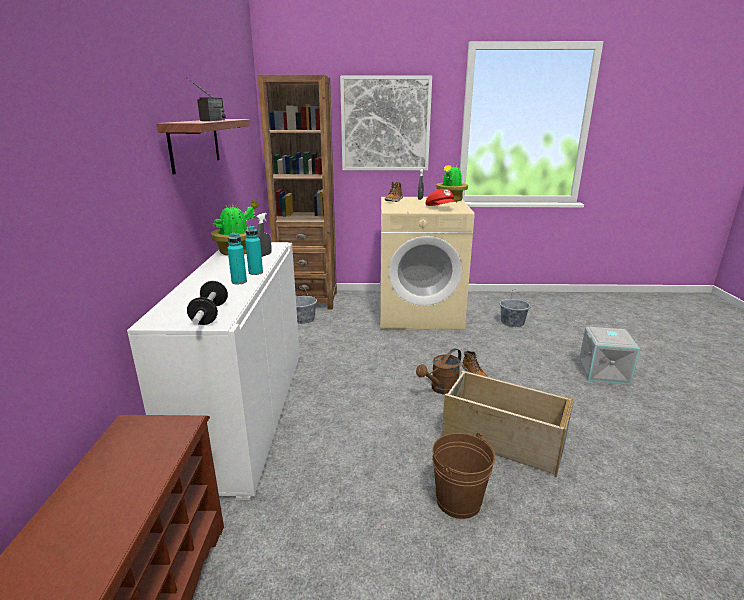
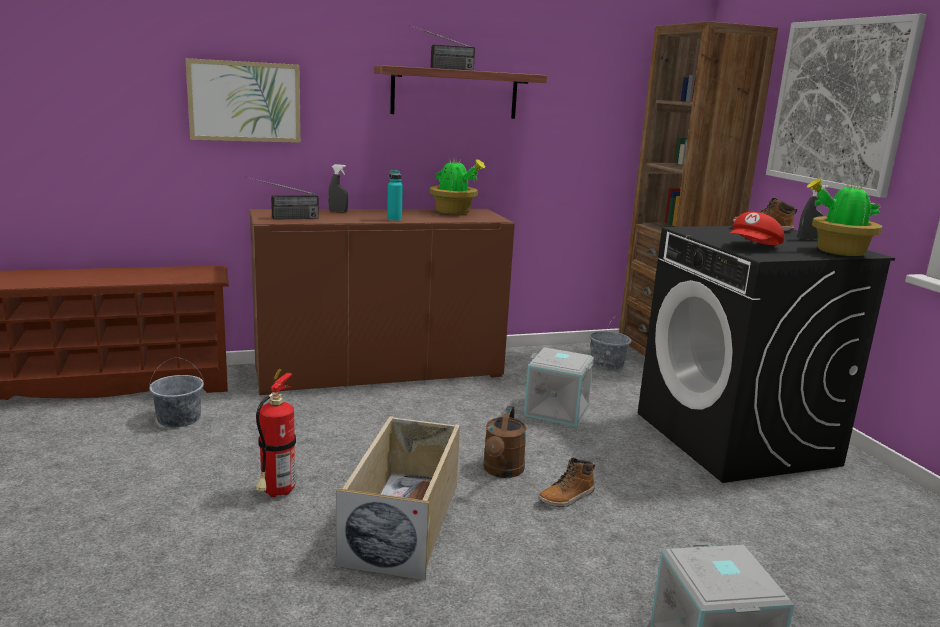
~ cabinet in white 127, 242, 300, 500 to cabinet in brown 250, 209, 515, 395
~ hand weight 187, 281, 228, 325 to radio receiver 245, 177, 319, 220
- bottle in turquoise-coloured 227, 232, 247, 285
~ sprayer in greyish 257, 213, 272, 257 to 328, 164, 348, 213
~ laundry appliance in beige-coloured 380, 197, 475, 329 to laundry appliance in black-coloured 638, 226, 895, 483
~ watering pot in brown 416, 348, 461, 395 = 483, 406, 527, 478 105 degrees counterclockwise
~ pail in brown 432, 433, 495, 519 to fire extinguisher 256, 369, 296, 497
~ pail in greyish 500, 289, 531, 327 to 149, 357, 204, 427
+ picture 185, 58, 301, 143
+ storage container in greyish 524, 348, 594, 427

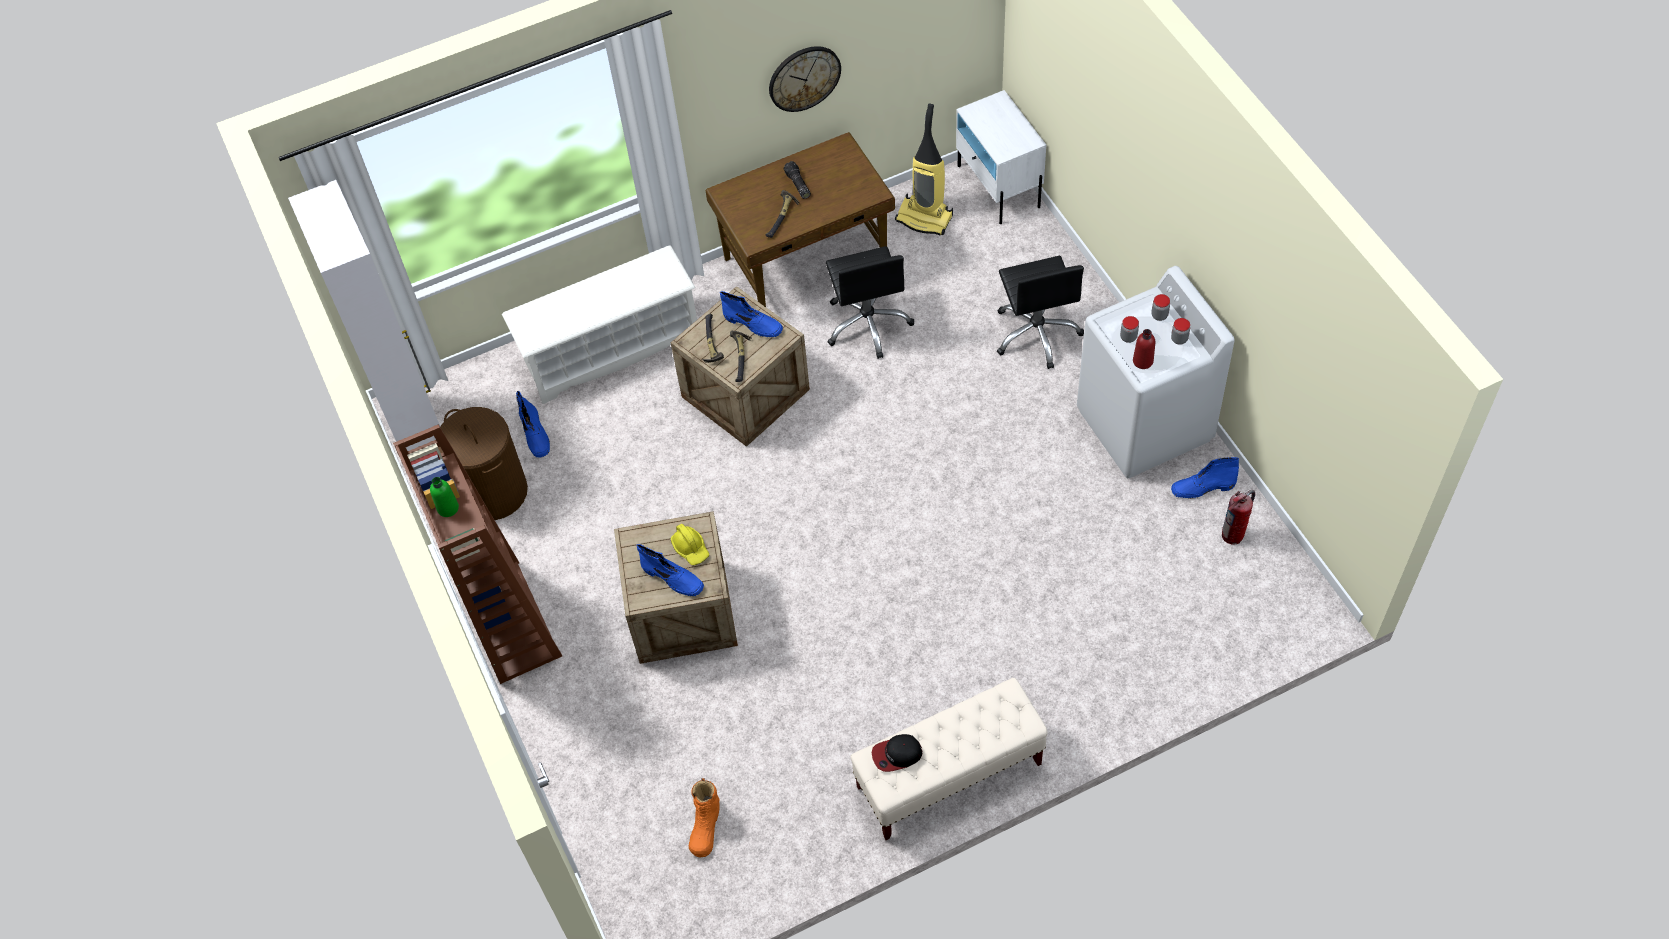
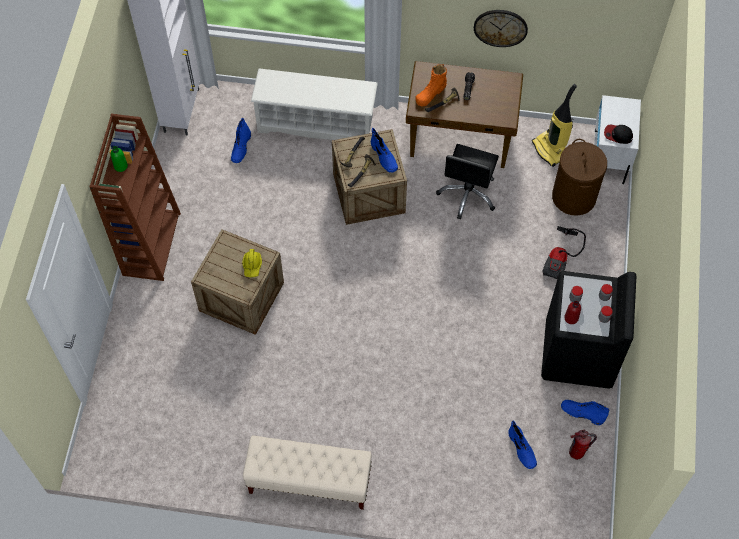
~ hamper in brown 438, 407, 528, 520 to 552, 139, 607, 216
~ high-top boot in bluish 636, 544, 704, 596 to 508, 420, 537, 469
~ high-top boot in orange-coloured 689, 778, 720, 858 to 415, 64, 447, 106
~ peaked cap 872, 734, 922, 772 to 604, 125, 633, 144
~ office chair in black-coloured 997, 256, 1084, 369 to hoover 542, 226, 586, 279
~ laundry appliance in white 1077, 266, 1235, 478 to laundry appliance in black-coloured 541, 271, 636, 389

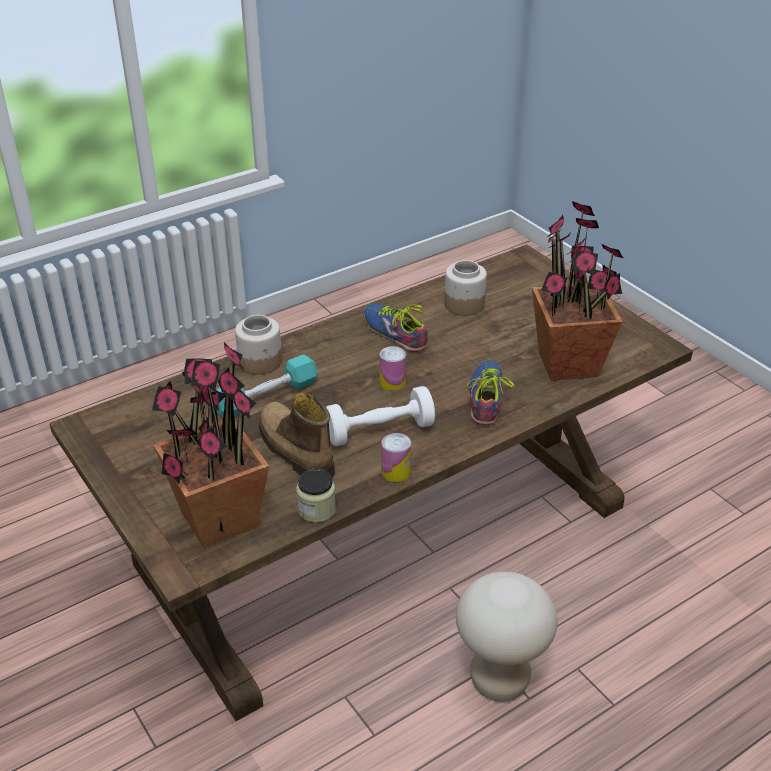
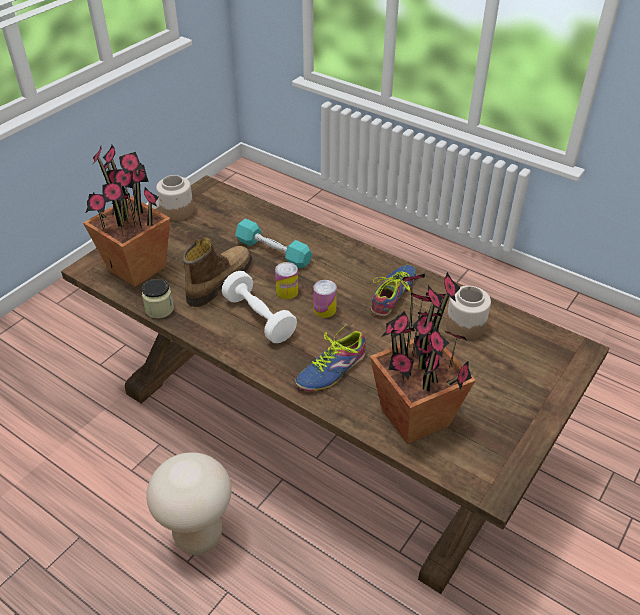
~ storage jar 235, 315, 282, 375 to 156, 175, 194, 221
~ sealed can 381, 433, 411, 482 to 275, 262, 298, 299
~ item of footwear 467, 360, 515, 425 = 295, 325, 366, 391 150 degrees clockwise

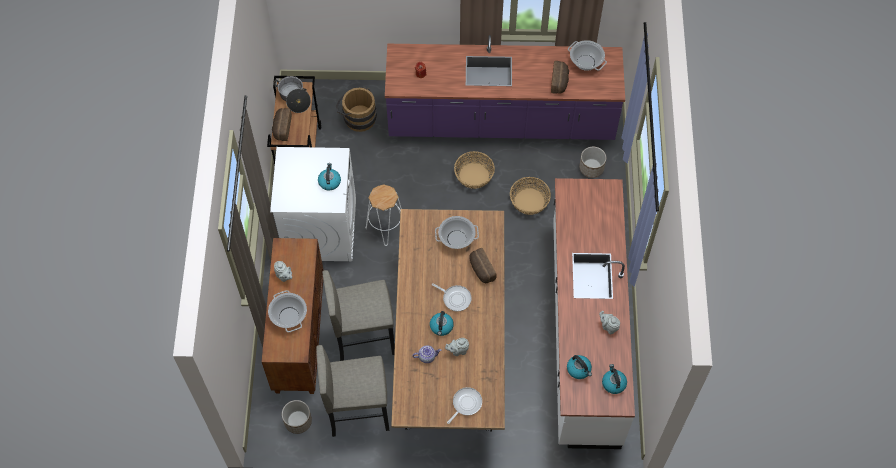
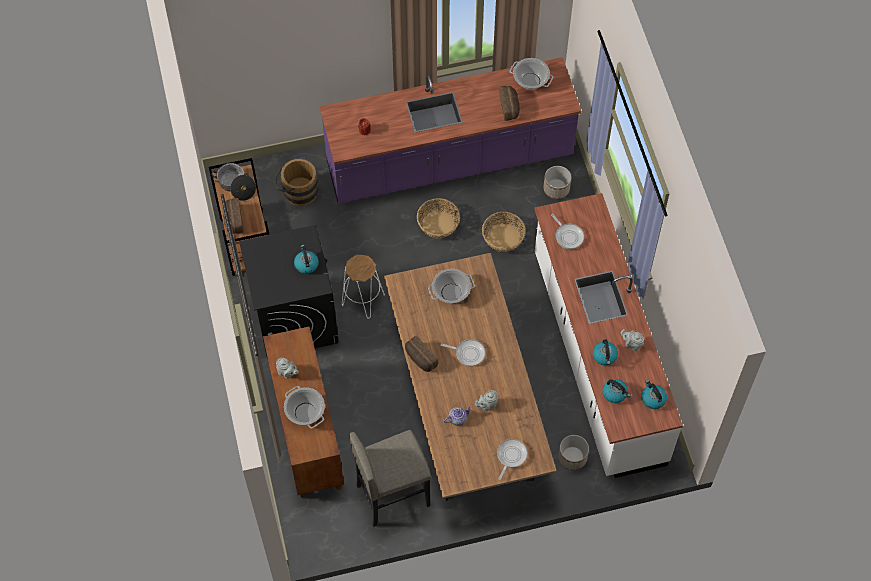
~ laundry appliance in white 270, 147, 356, 261 to laundry appliance in black-coloured 239, 225, 339, 359
~ plant pot 282, 400, 312, 434 to 558, 435, 589, 470
- stool seat in greyish 322, 270, 395, 361
~ water kettle 430, 311, 454, 336 to 593, 339, 618, 365
~ bread 469, 248, 496, 283 to 405, 336, 438, 372
+ frying pan 551, 214, 584, 249

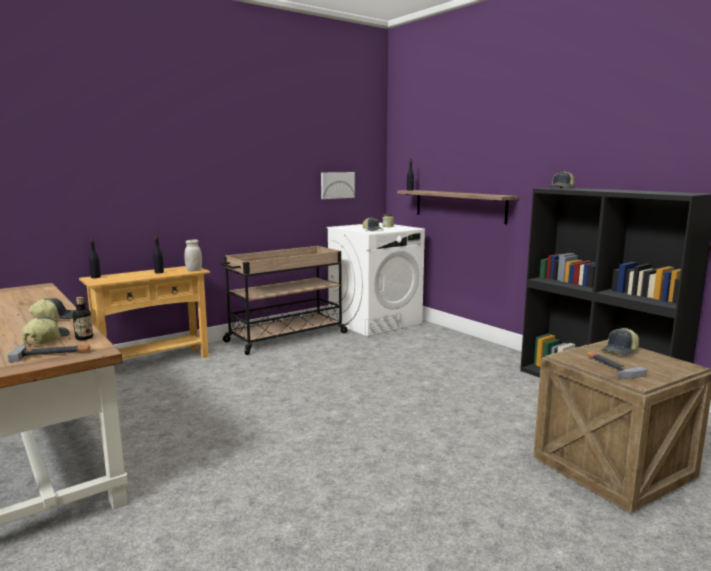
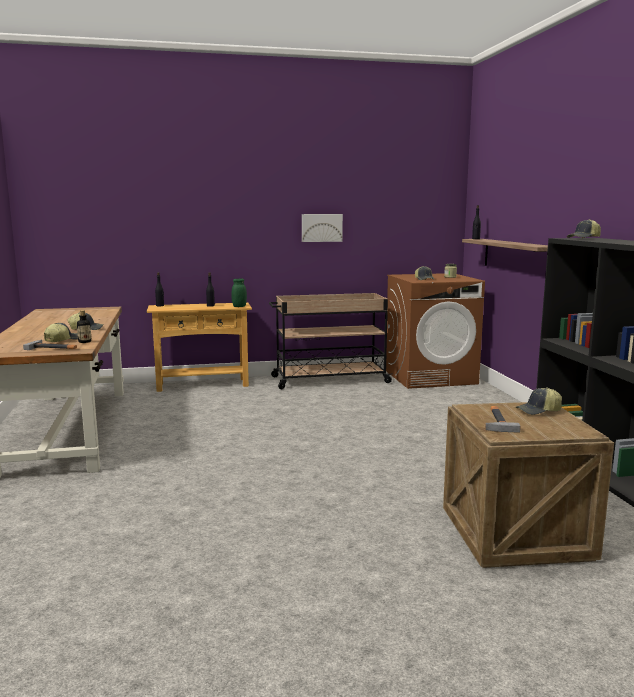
~ storage jar in white 184, 239, 202, 272 to storage jar in green-coloured 231, 278, 247, 307
~ picture 321, 172, 355, 199 to 302, 214, 343, 242
~ laundry appliance in white 326, 223, 425, 336 to laundry appliance in brown 386, 273, 485, 389

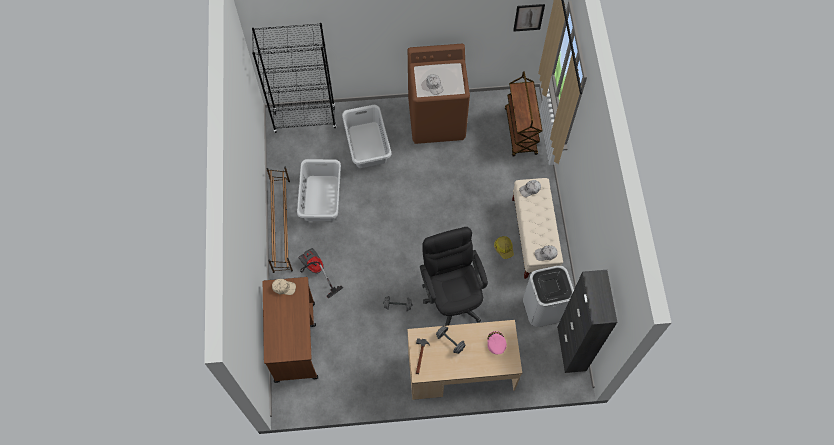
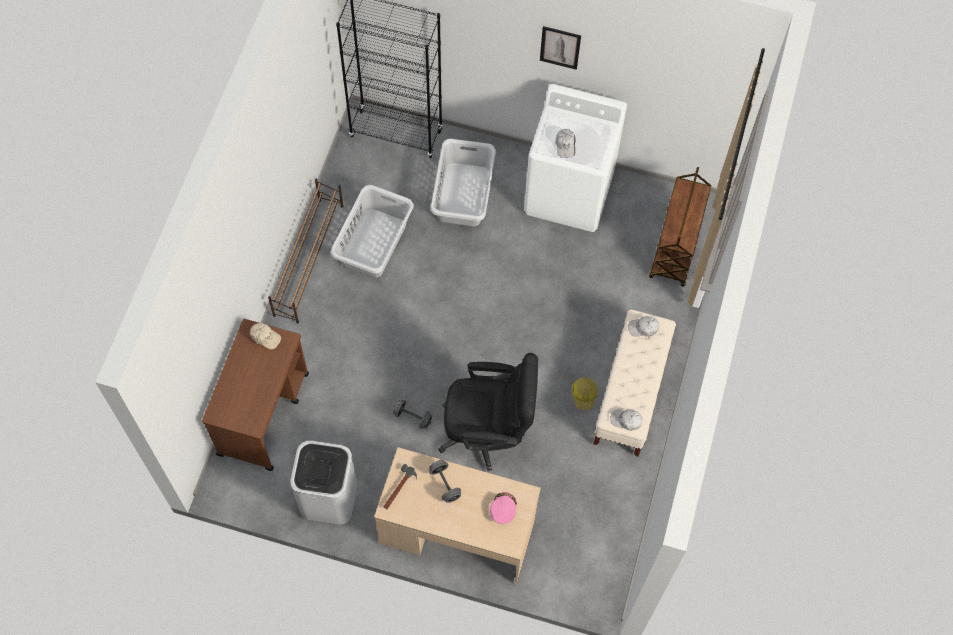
- hoover 298, 248, 343, 299
~ laundry appliance in brown 408, 44, 470, 144 to laundry appliance in white 524, 84, 627, 232
~ office chair in black-coloured 420, 227, 488, 326 = 438, 353, 538, 471 90 degrees clockwise
~ picture 513, 4, 545, 32 to 540, 26, 581, 70
~ trash can in white 523, 265, 574, 327 to 290, 440, 357, 525
- cabinet in black-coloured 557, 270, 617, 373

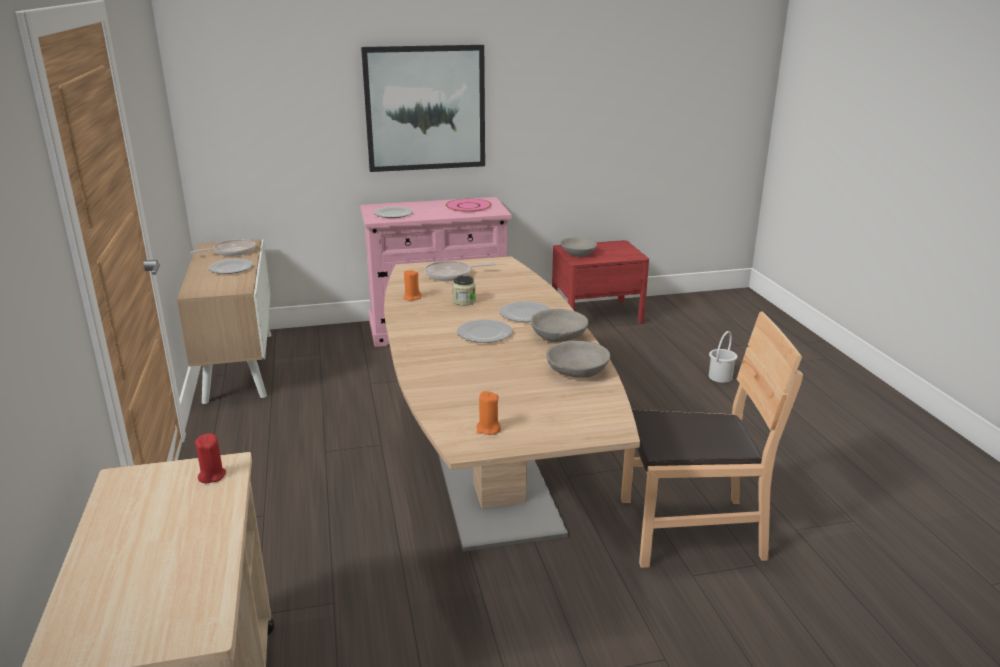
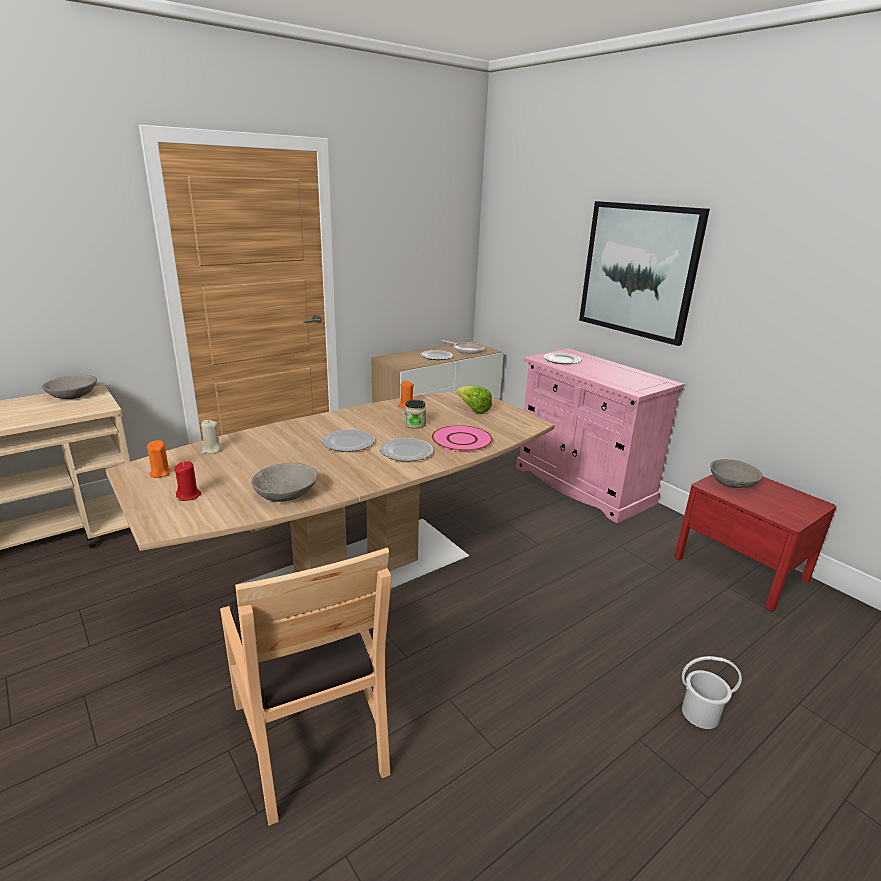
~ wax candle in red-coloured 195, 433, 226, 483 to 174, 461, 202, 501
~ frying pan 424, 261, 496, 281 to lettuce 456, 386, 492, 414
~ dinner plate in pink-coloured 446, 199, 492, 212 to 432, 425, 493, 452
~ deep dish in greyish 531, 309, 589, 342 to 42, 375, 97, 399
+ wax candle in beige-coloured 201, 420, 223, 454

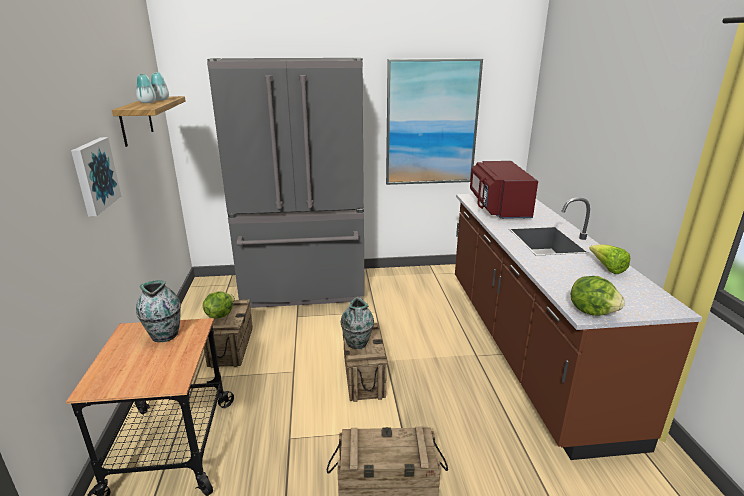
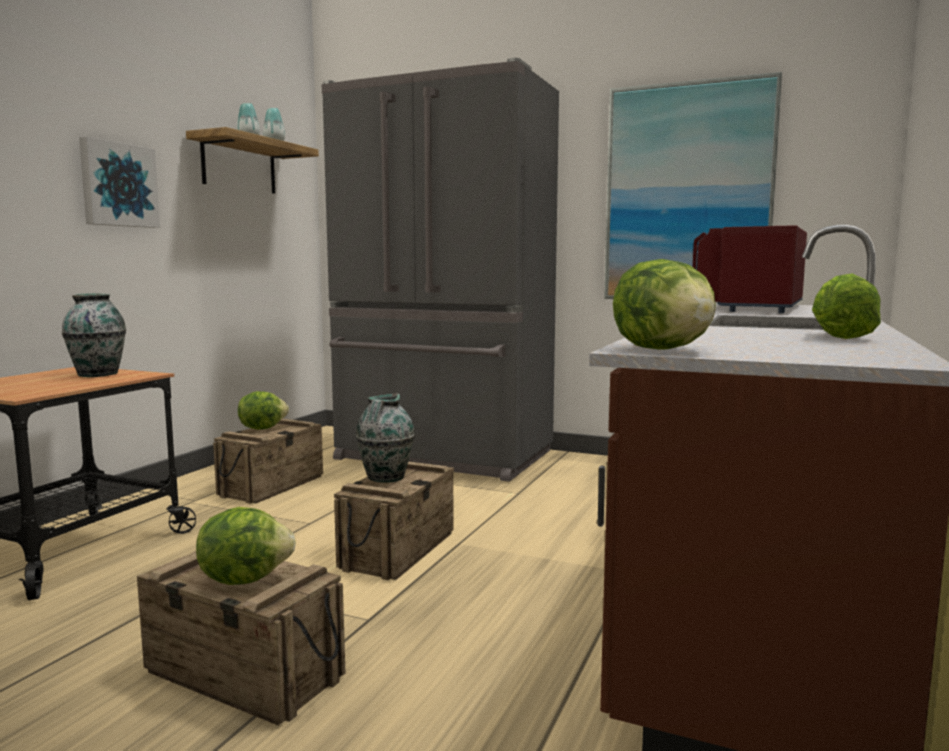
+ lettuce 196, 507, 296, 585

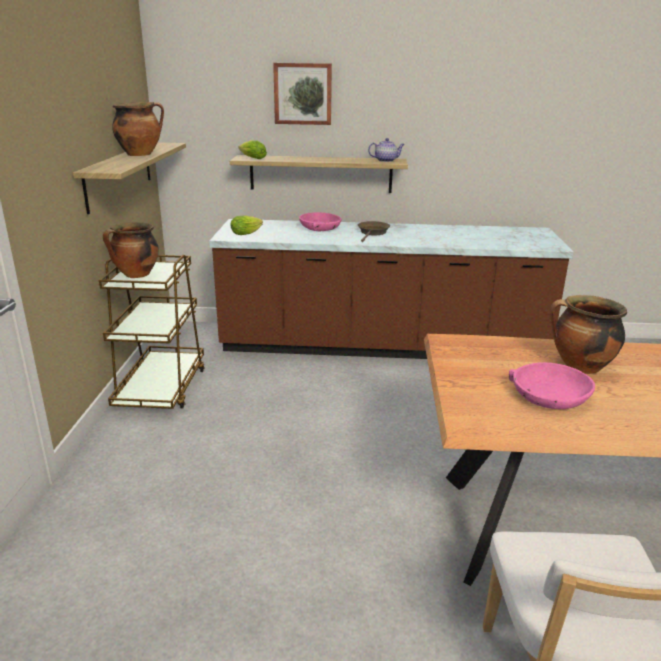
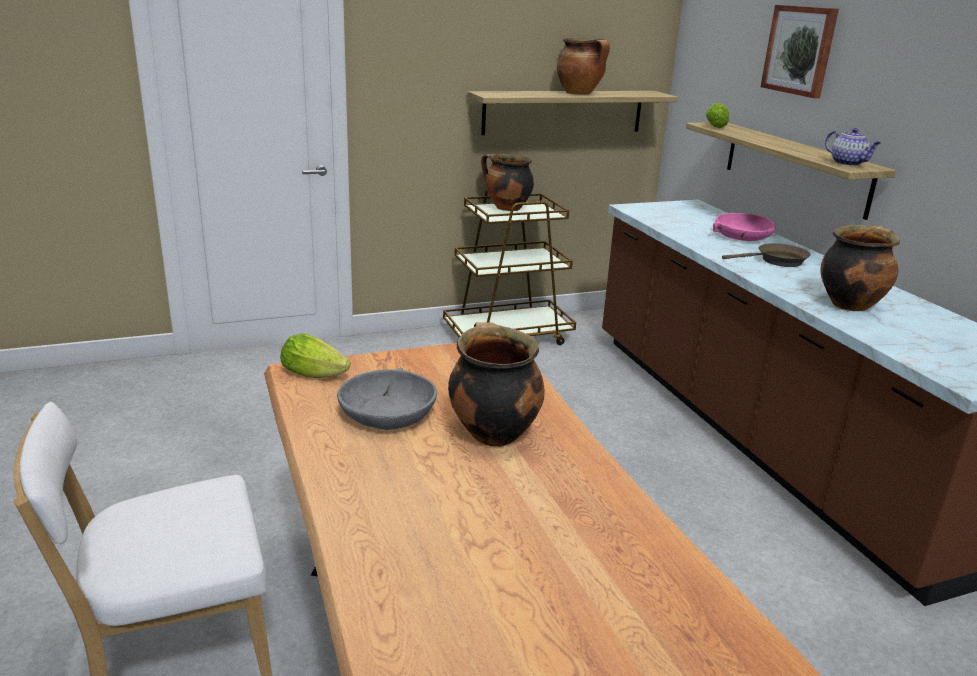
~ lettuce 231, 215, 263, 235 to 280, 333, 350, 378
~ deep dish in pink-coloured 509, 362, 595, 409 to deep dish in greyish 337, 368, 437, 430
+ stockpot 820, 225, 900, 311

